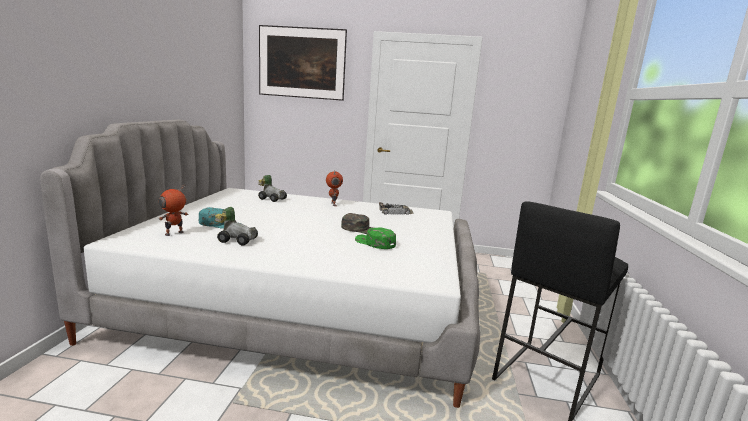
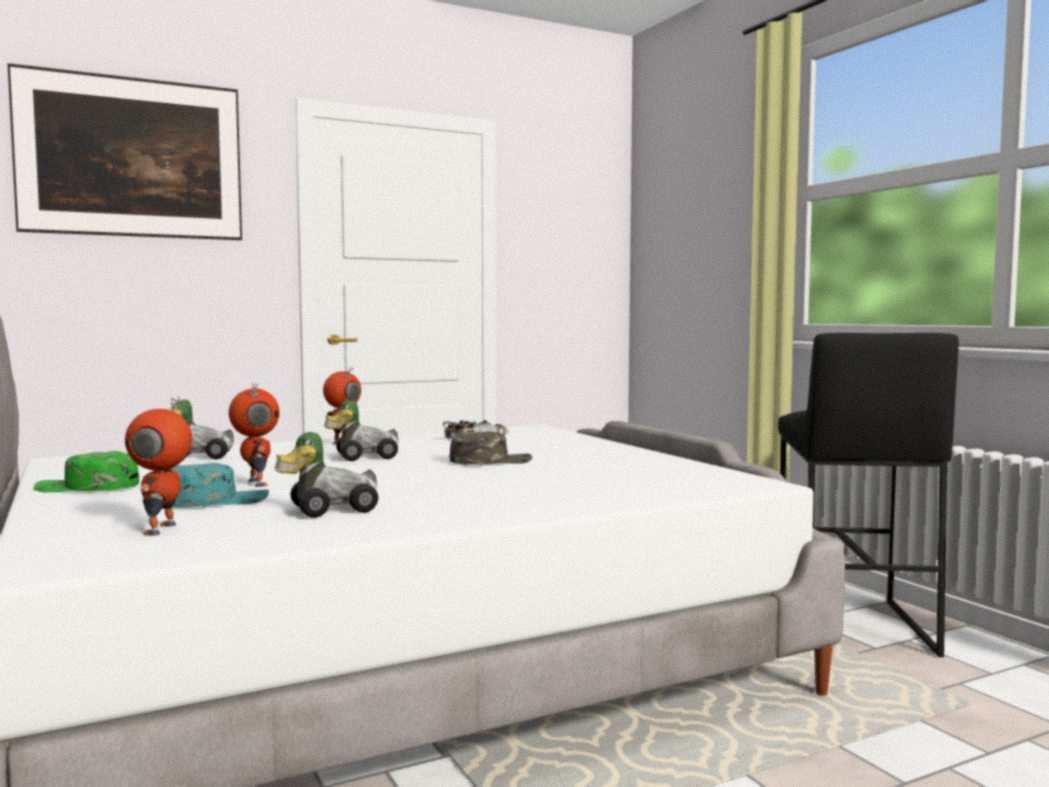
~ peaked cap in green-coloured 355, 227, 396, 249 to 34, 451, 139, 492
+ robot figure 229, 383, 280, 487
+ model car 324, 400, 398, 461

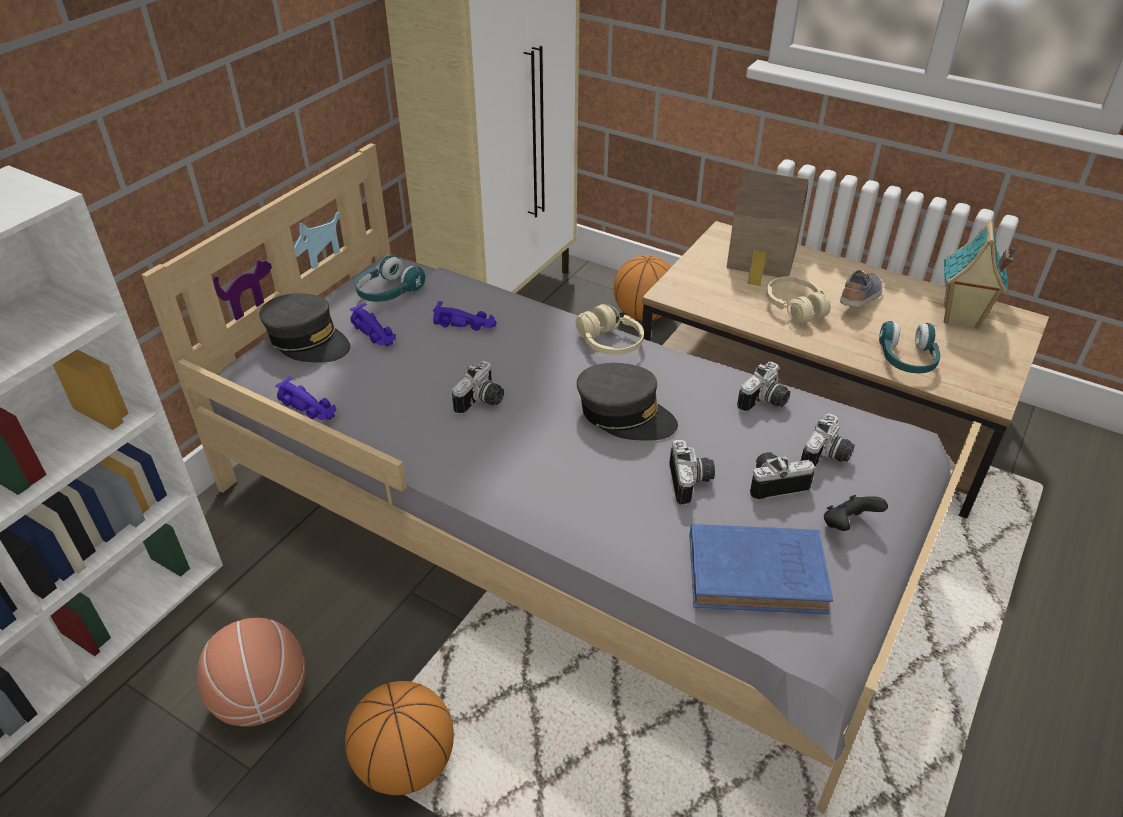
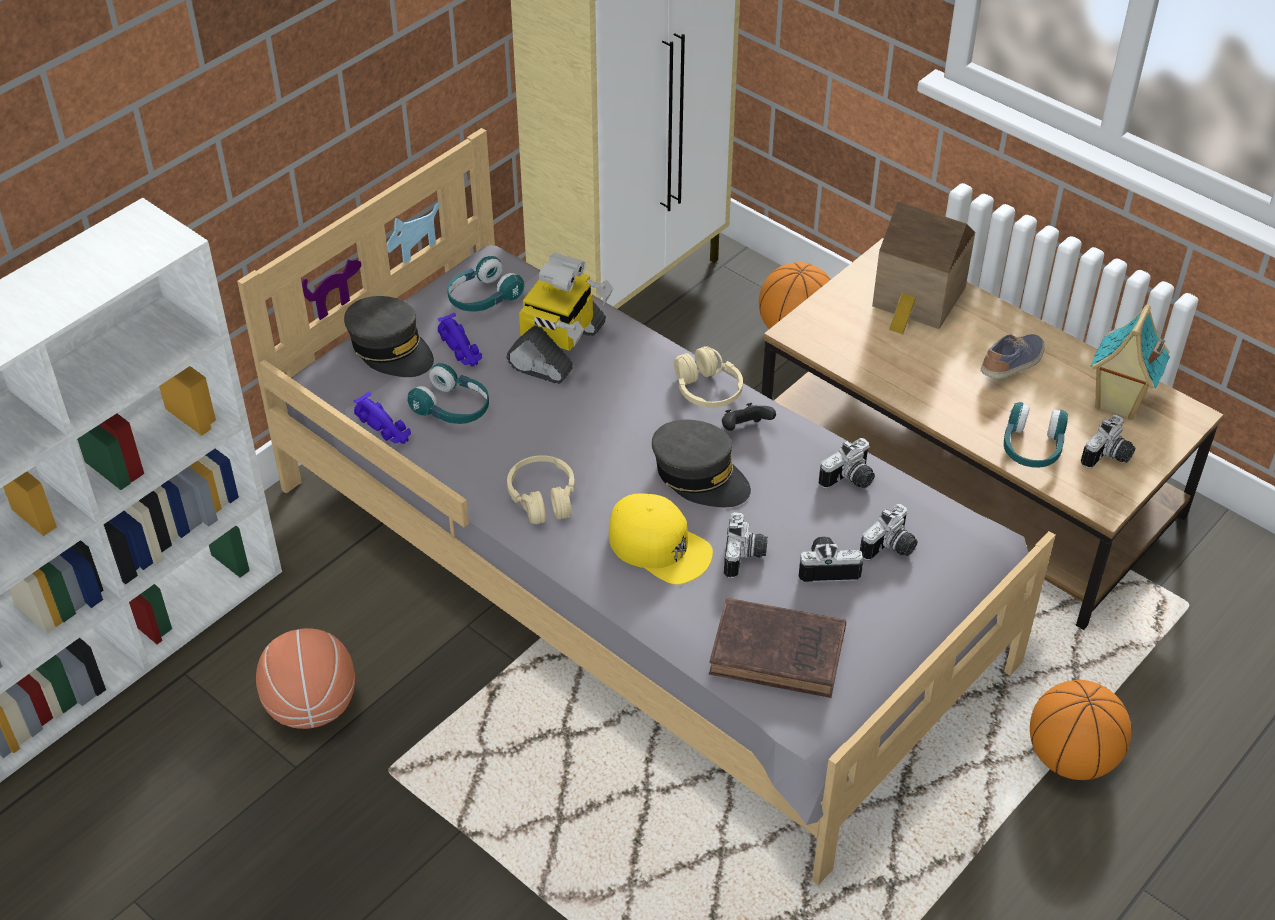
~ basketball 345, 681, 454, 795 to 1030, 680, 1131, 780
~ model car in purple 433, 301, 497, 331 to robot figure 507, 253, 613, 384
~ still camera 452, 361, 504, 415 to 1081, 415, 1135, 468
~ book in bluish 690, 524, 833, 614 to book in brown 709, 598, 846, 698
~ headset in beige-coloured 766, 276, 831, 324 to 507, 455, 575, 524
~ game controller in black-coloured 824, 495, 888, 531 to 722, 403, 776, 431
+ headset in turquoise-coloured 408, 363, 489, 424
+ peaked cap in yellow 609, 493, 713, 585

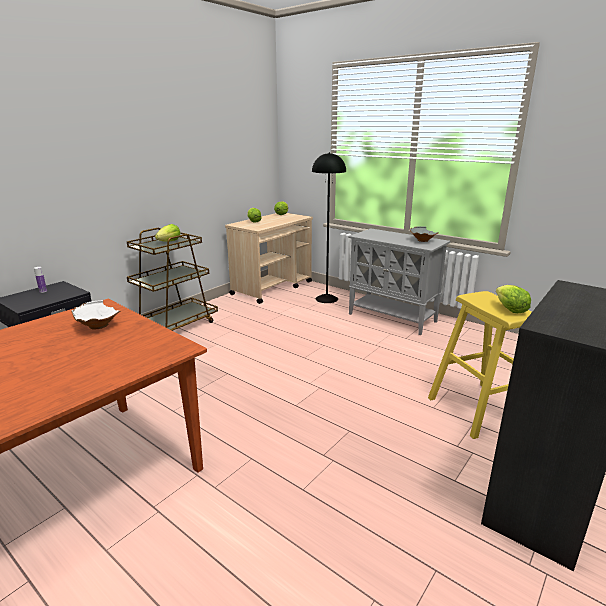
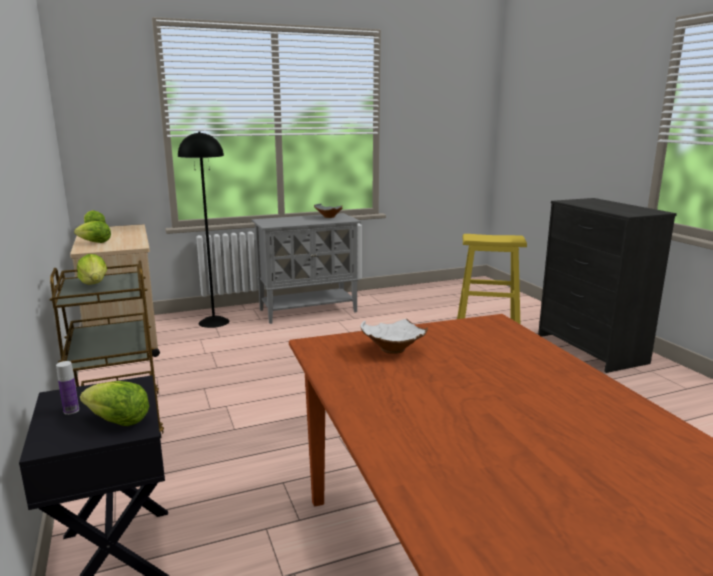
~ lettuce 496, 285, 531, 313 to 80, 381, 149, 426

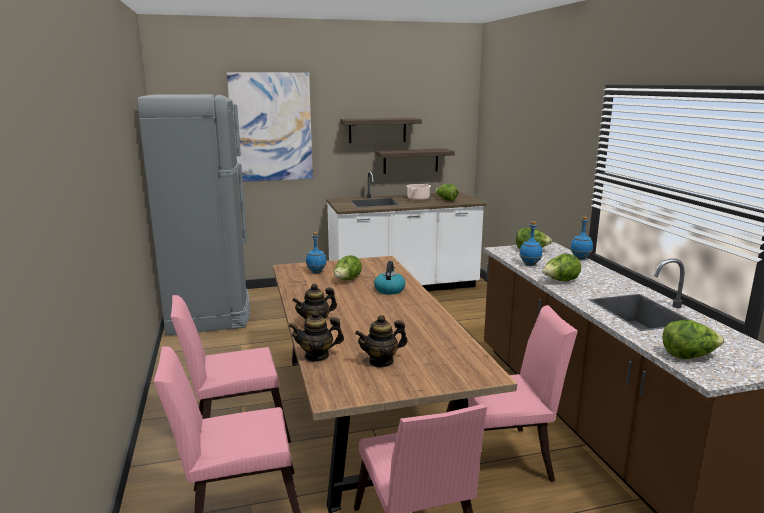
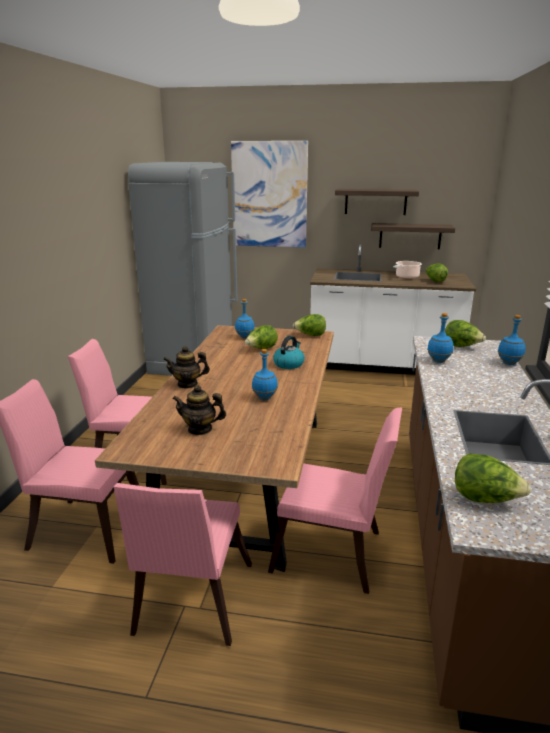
- tea pot 289, 310, 344, 362
~ lettuce 542, 254, 581, 281 to 293, 314, 326, 336
+ bottle in bluish 252, 349, 278, 400

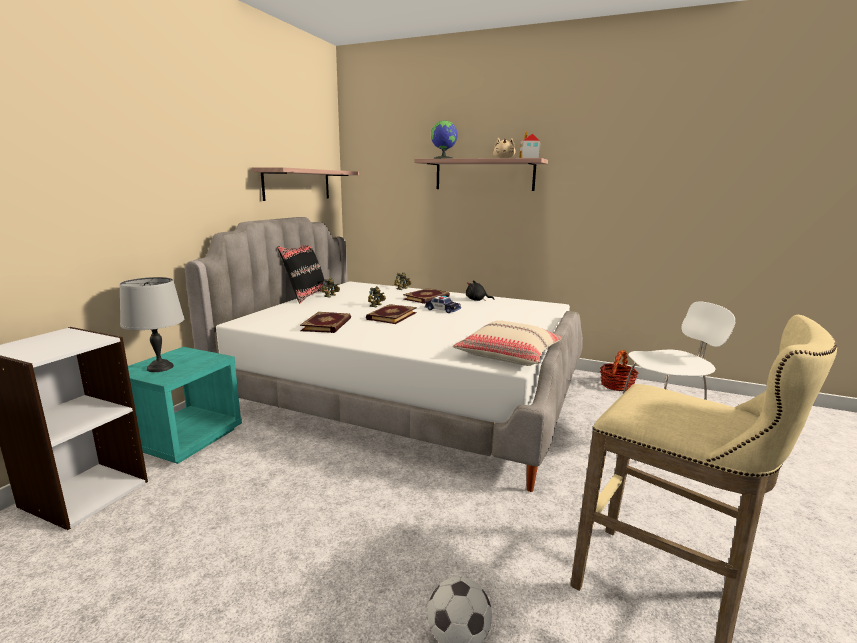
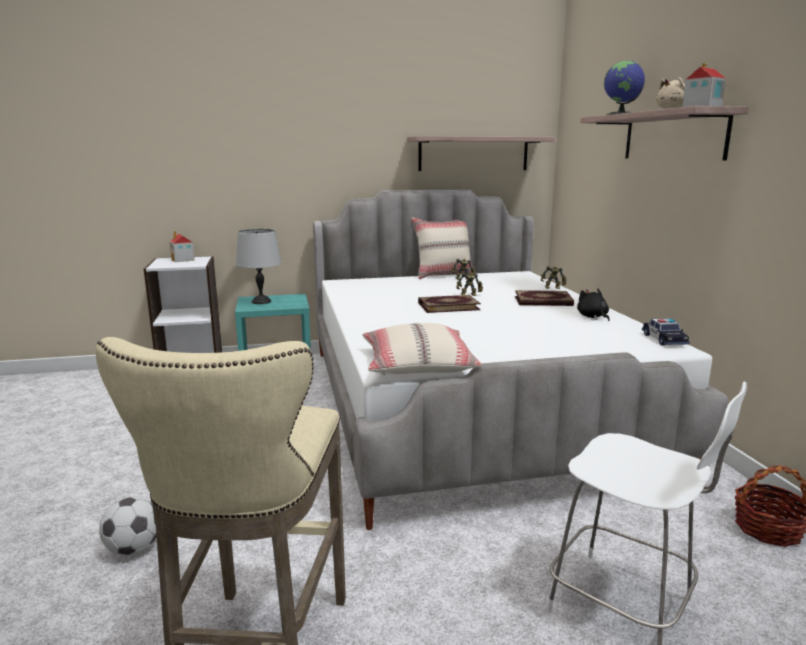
~ pillow in black-coloured 277, 245, 327, 303 to pillow in beige-coloured 411, 218, 476, 279
- book 300, 312, 351, 333
~ model car 425, 296, 461, 313 to 642, 318, 689, 345
+ model house 170, 231, 195, 262

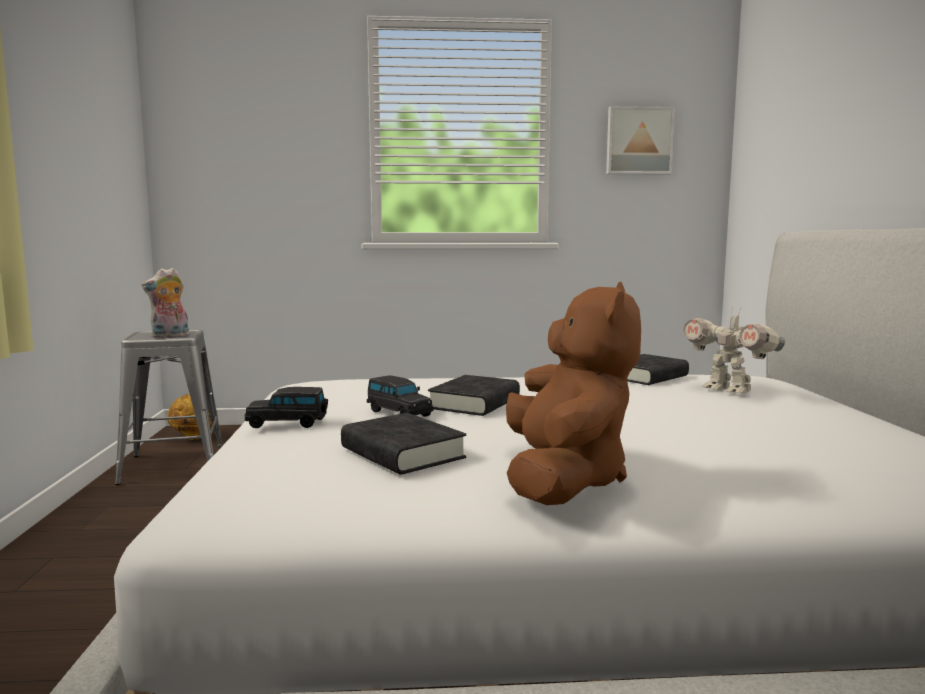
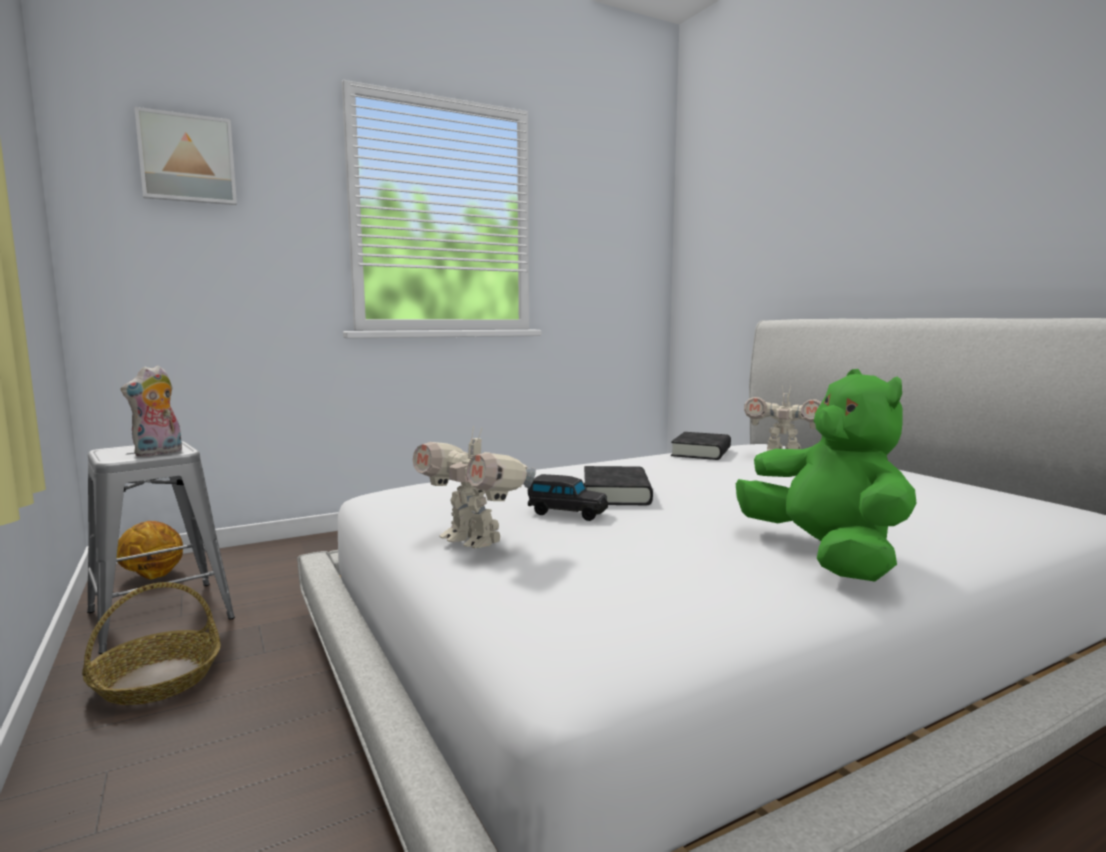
~ model car in black-coloured 245, 387, 328, 428 to robot figure 413, 426, 536, 548
- book in black-coloured 341, 413, 466, 475
~ soft toy in brown 506, 282, 641, 505 to soft toy in green-coloured 736, 369, 917, 582
~ picture 606, 106, 675, 175 to 134, 107, 237, 205
+ basket 82, 582, 221, 705

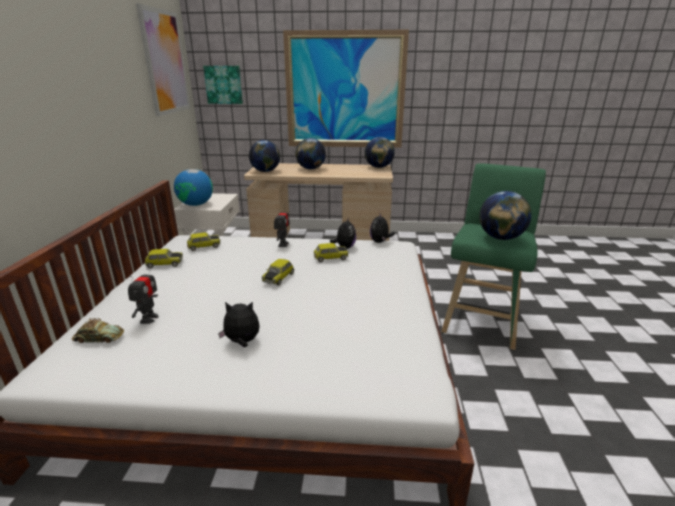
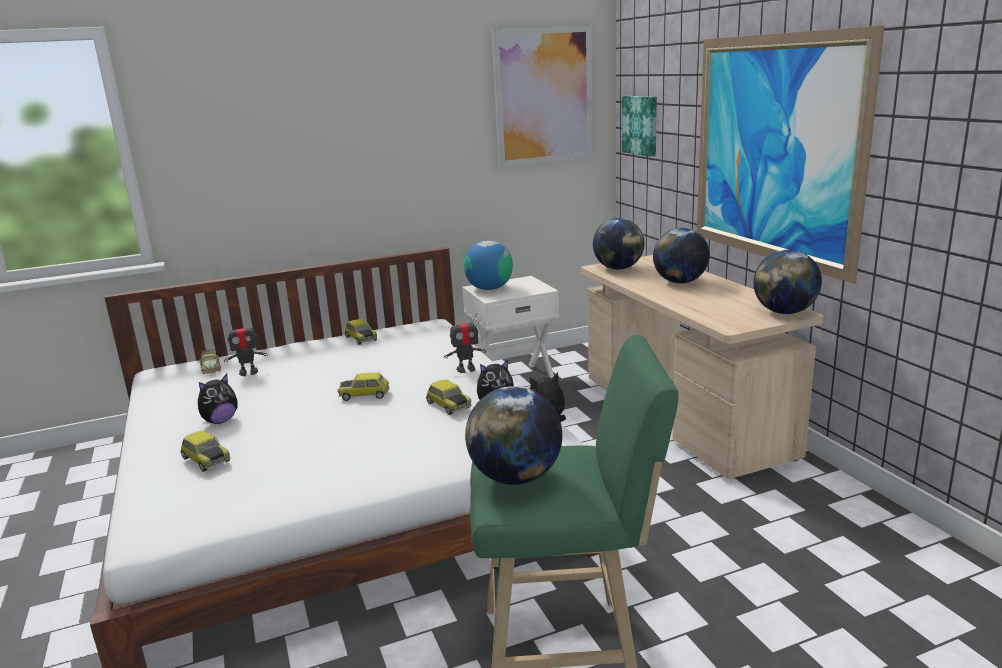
~ model car 187, 232, 220, 251 to 180, 430, 230, 472
~ soft toy 218, 302, 259, 347 = 198, 374, 238, 424 75 degrees clockwise

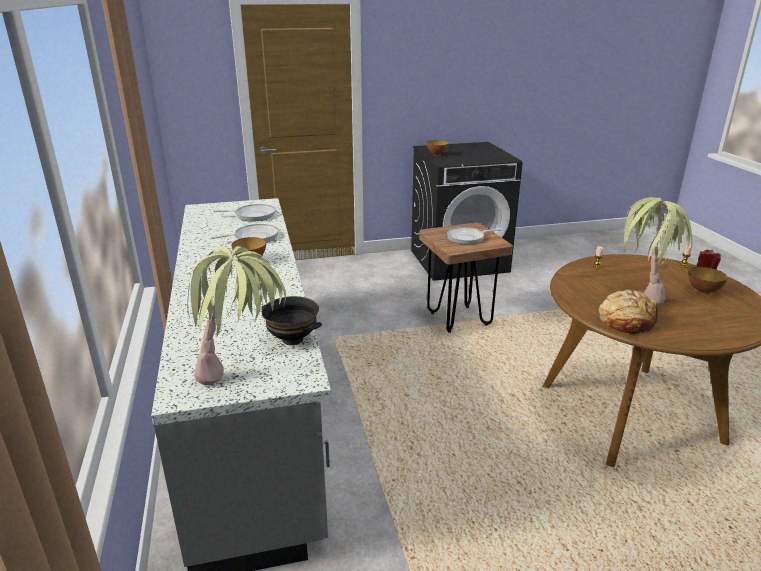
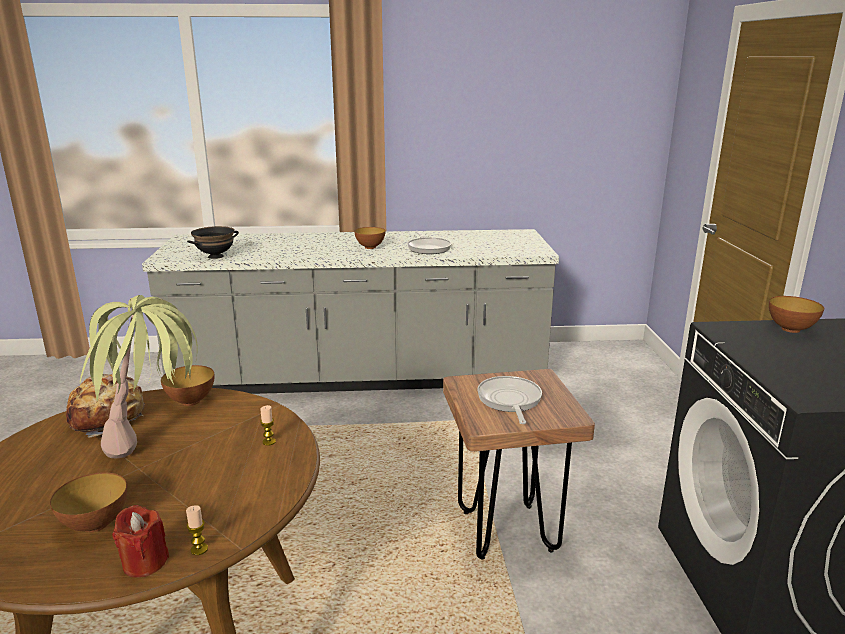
- plant in a pot 187, 246, 286, 385
- frying pan 213, 204, 276, 221
+ deep dish 161, 365, 214, 406

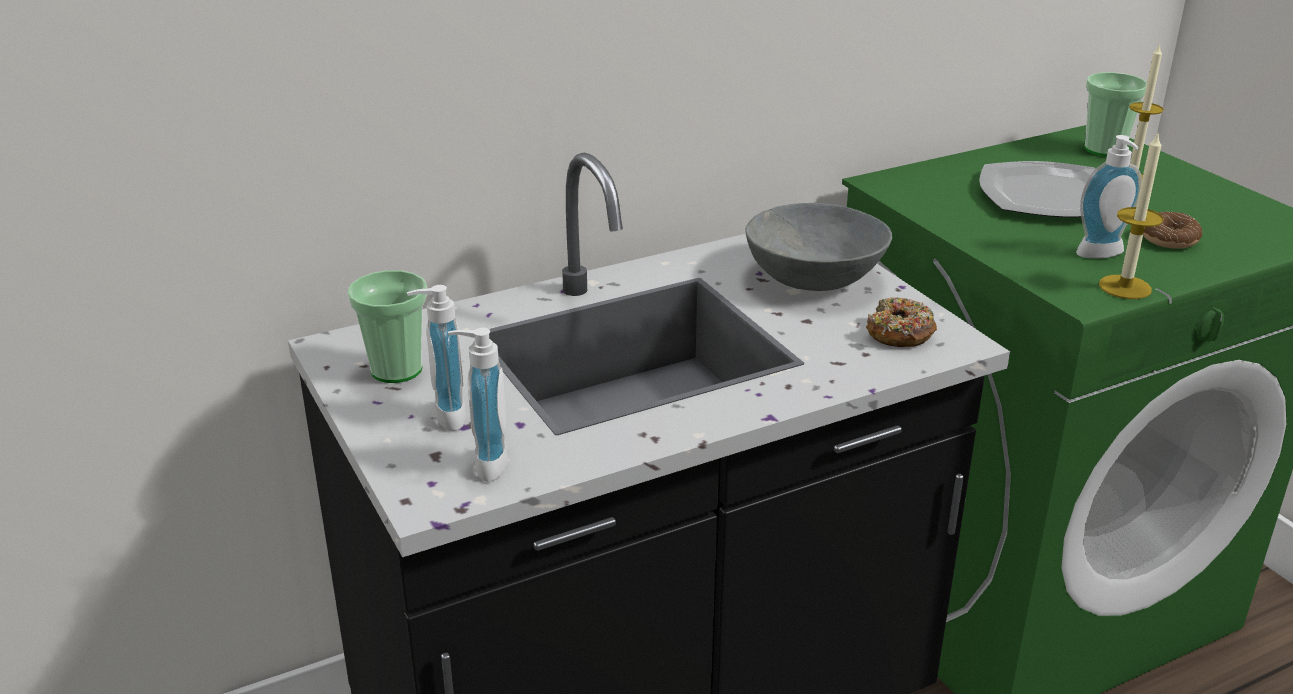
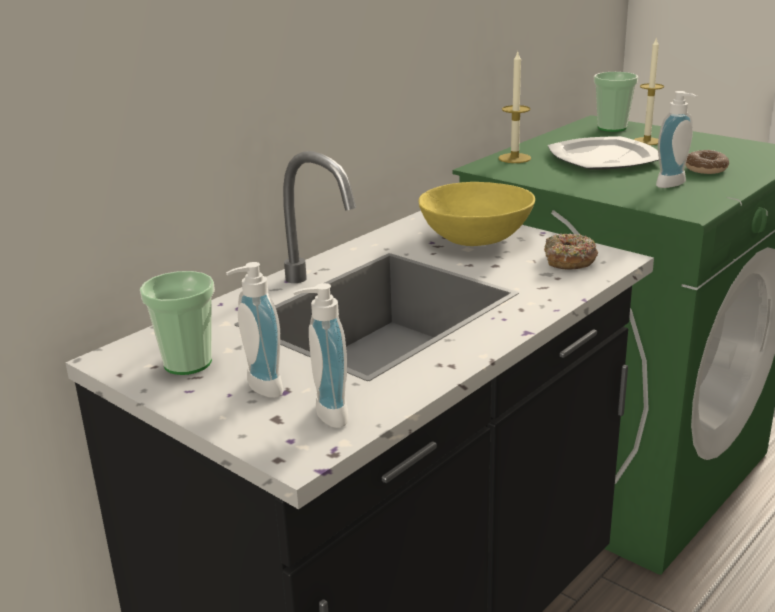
~ deep dish in greyish 745, 203, 892, 291 to deep dish in yellow 419, 182, 535, 246
~ wax candle 1099, 131, 1163, 299 to 498, 50, 531, 163

